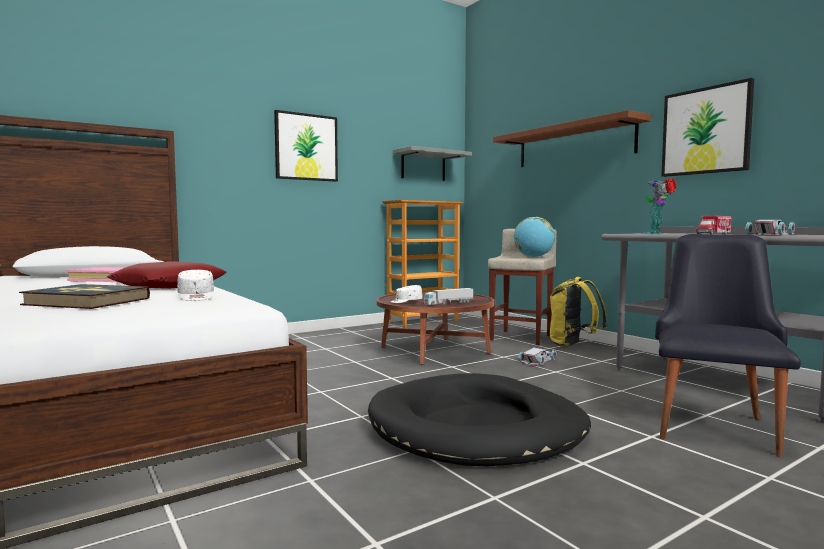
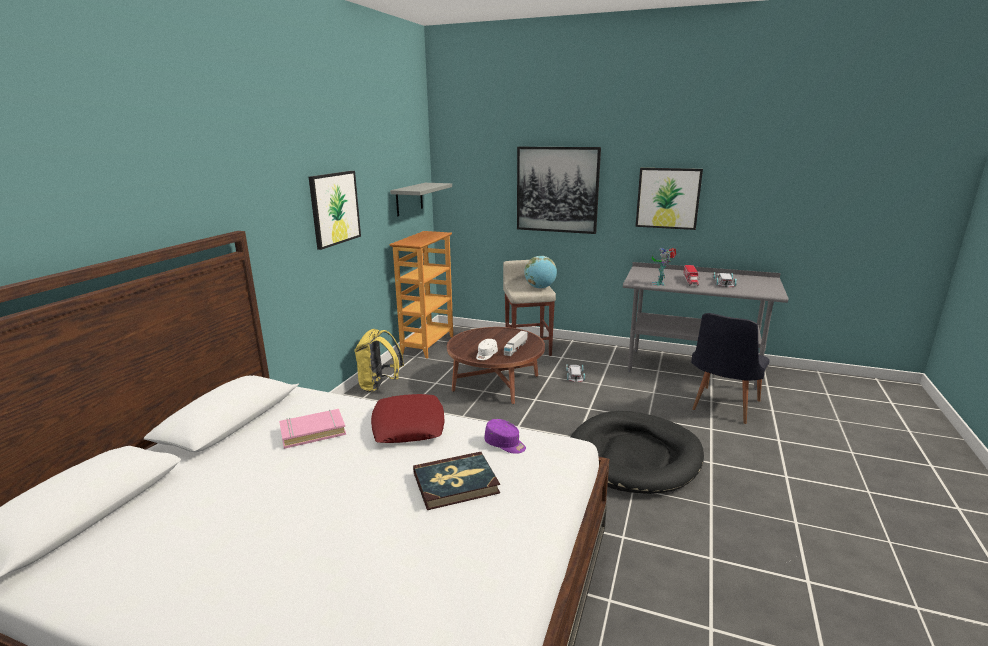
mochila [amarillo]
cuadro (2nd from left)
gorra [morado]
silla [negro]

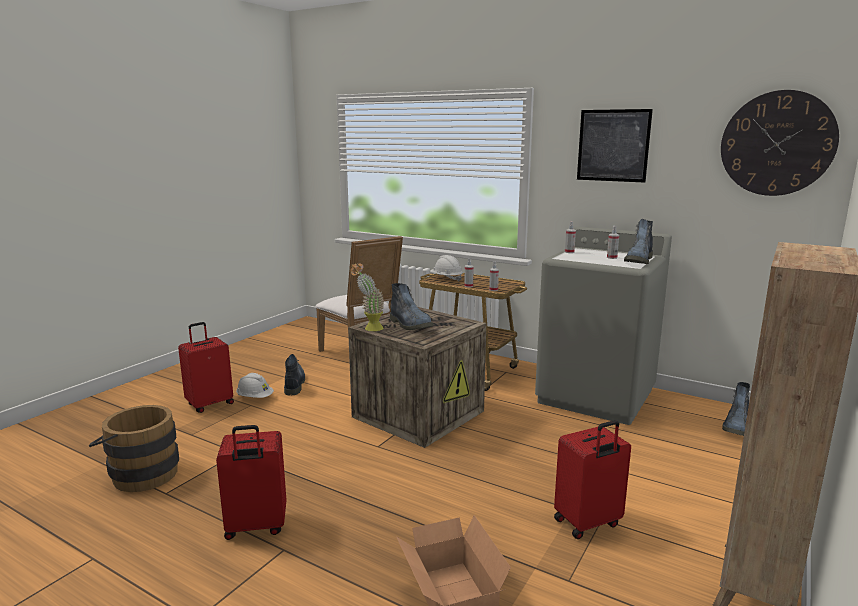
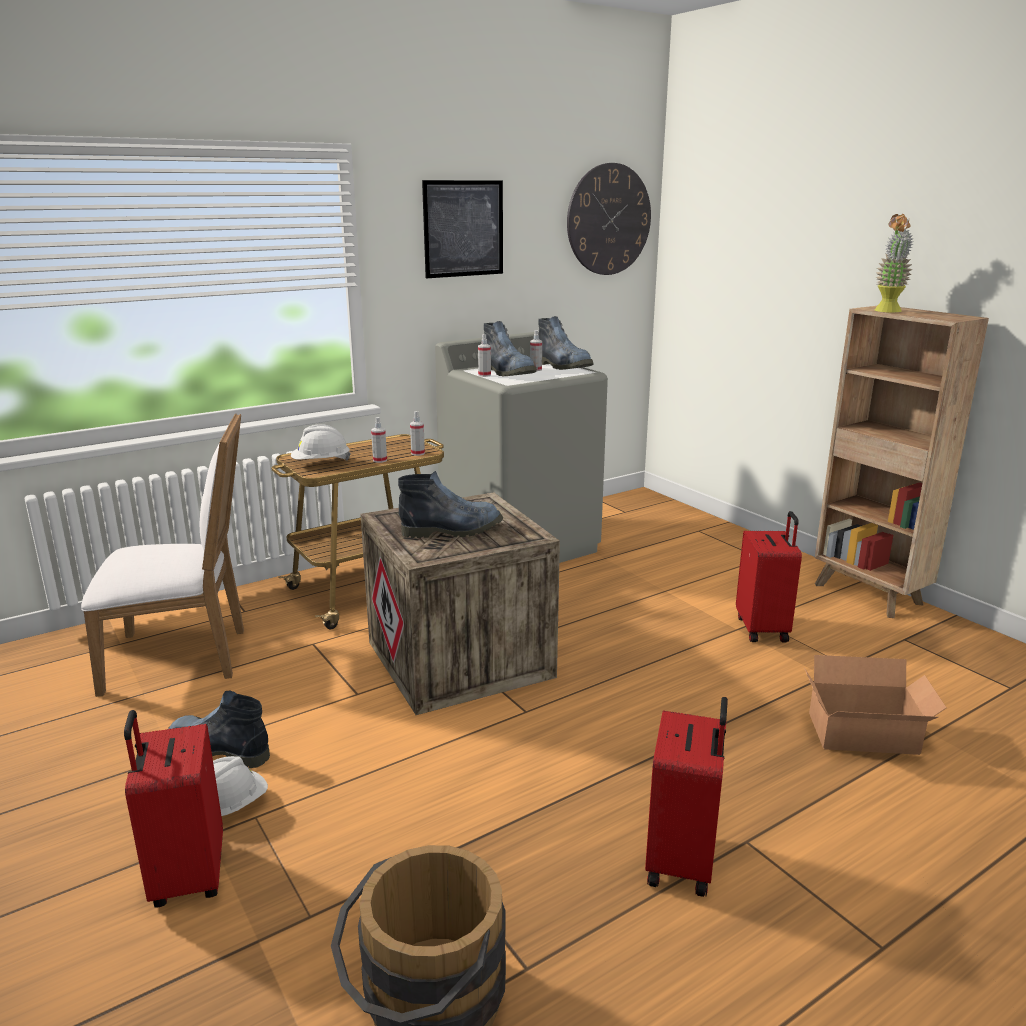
planta en maceta
bota (3rd from left)

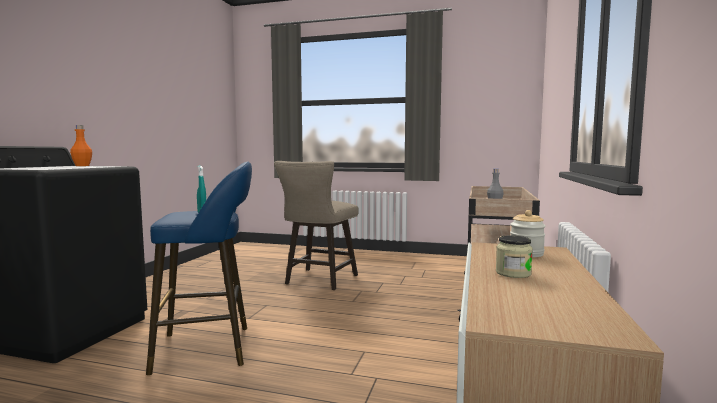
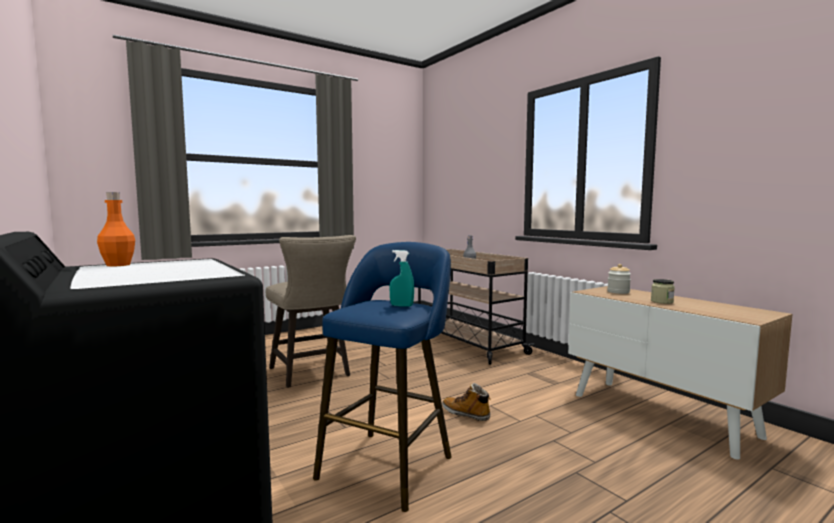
bota

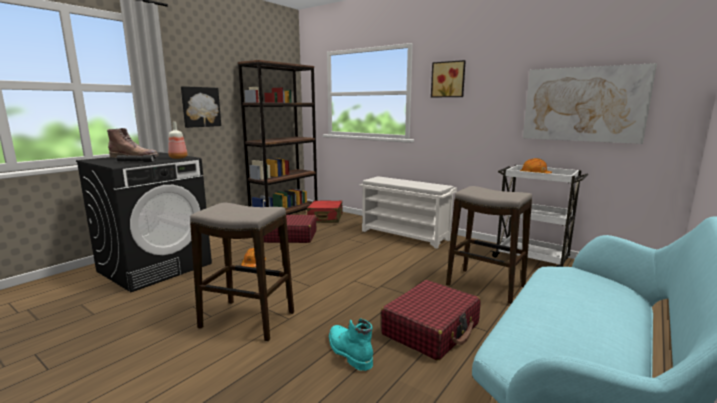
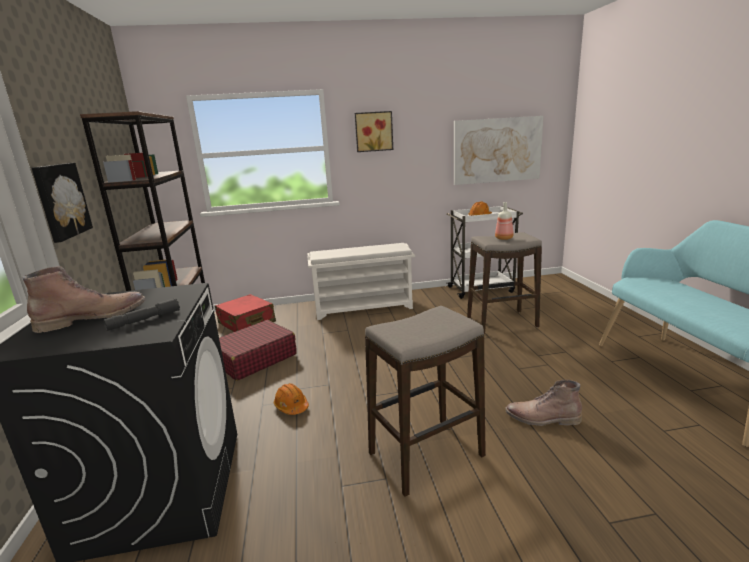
maleta [rojo] (3rd from left in the first image)
botella
bota [marrón] (2nd from left)

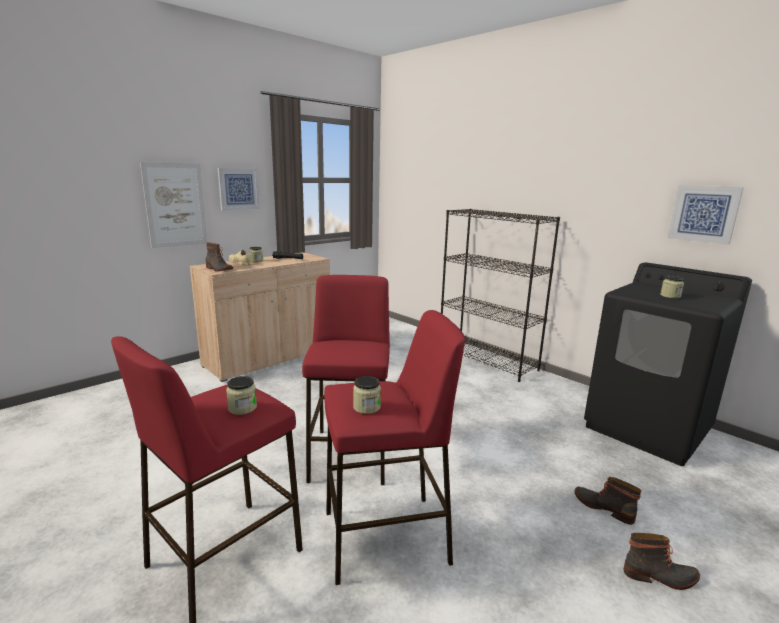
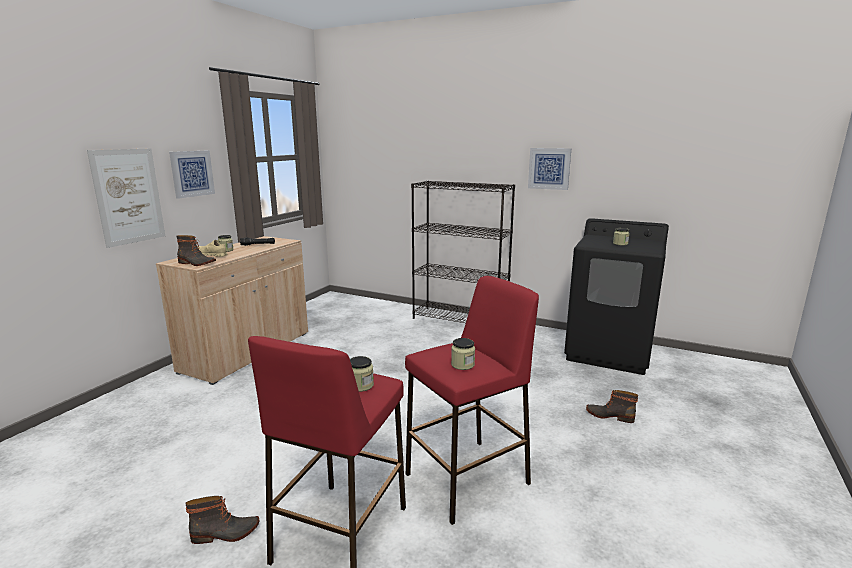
taburete [rojo] (2nd from left in the first image)
bota (2nd from left)
cuadro (3rd from left)

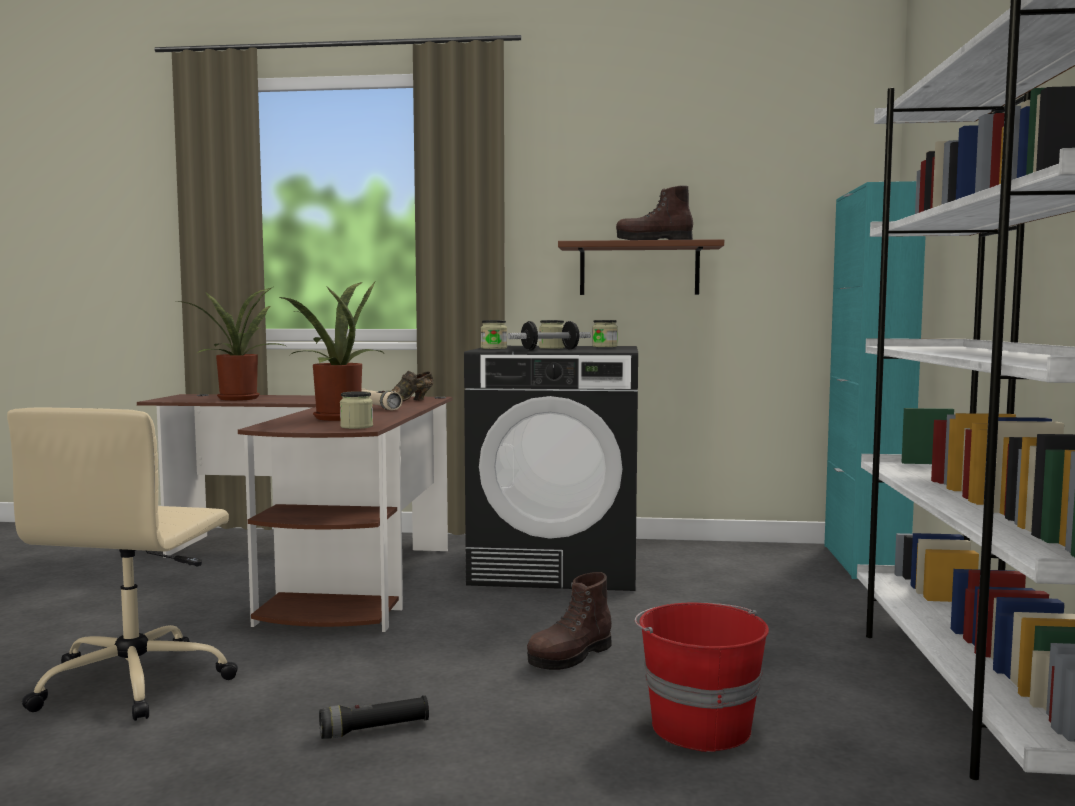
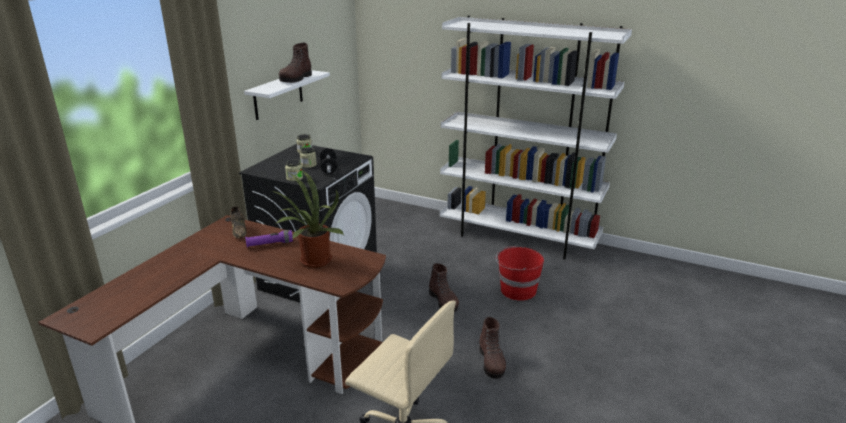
planta en maceta (1st from left in the first image)
tarro (1st from left in the first image)
armario [turquesa]
bota [marrón] (3rd from left)
linterna [morado]
estante [blanco]

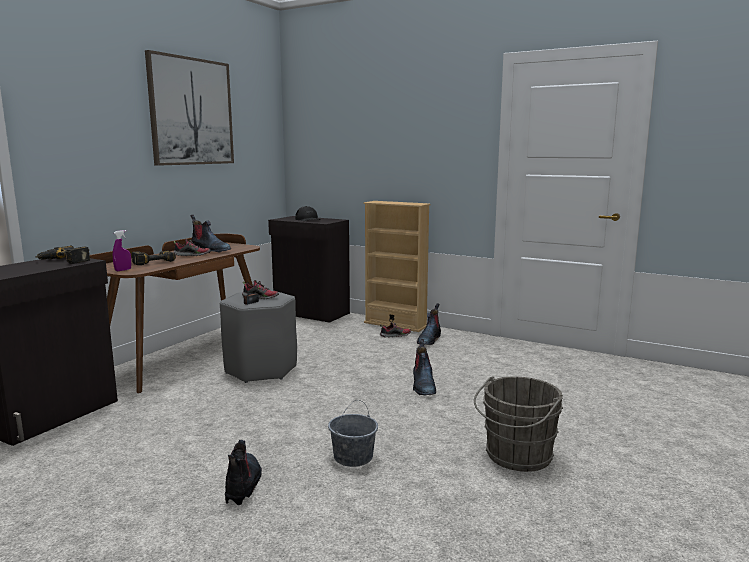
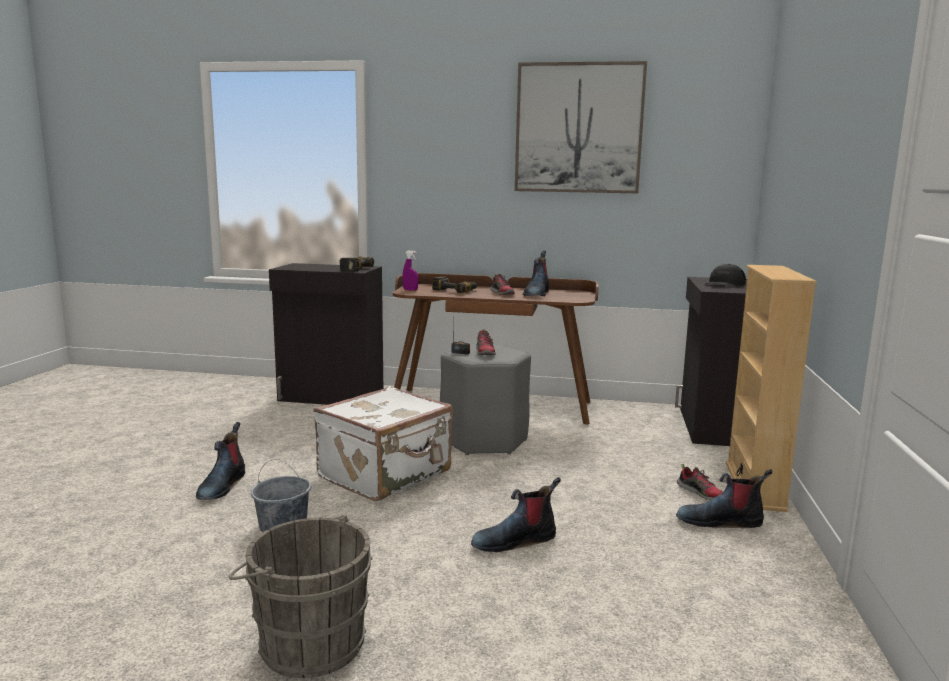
maleta [blanco]
bota (1st from left)

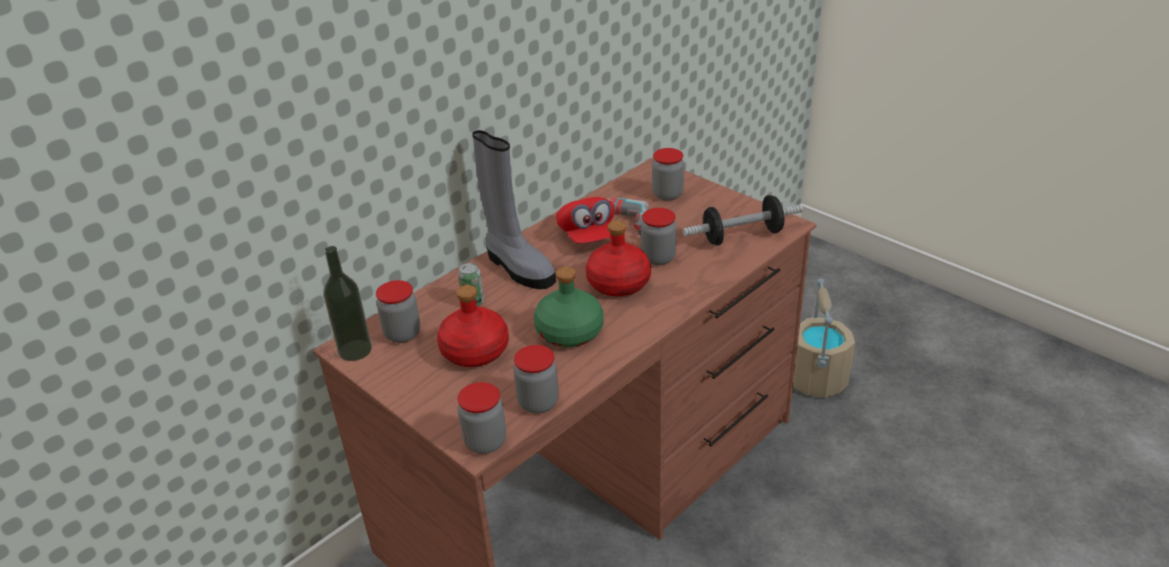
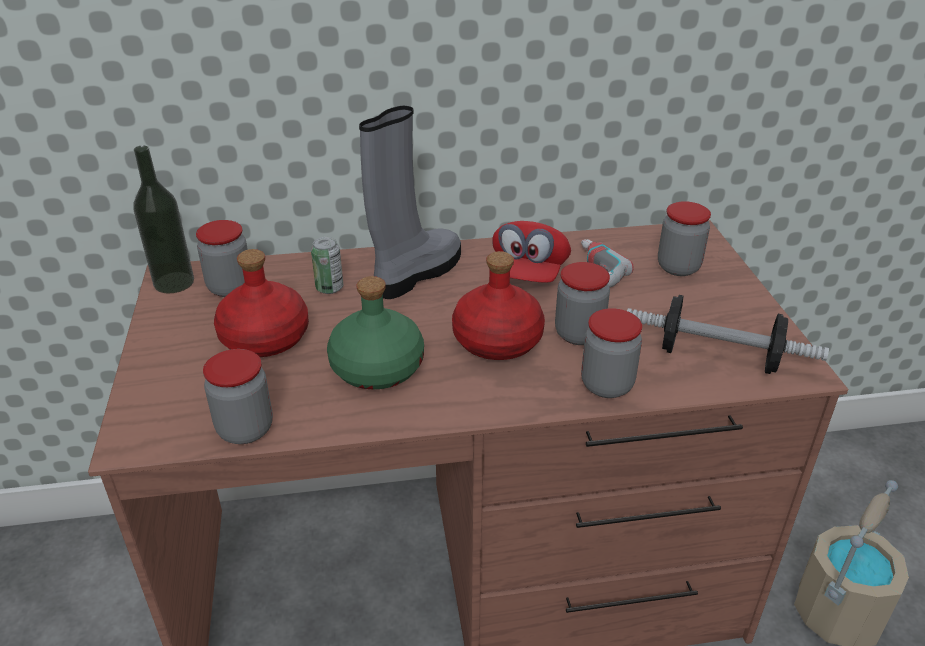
tarro (4th from left)
bota [gris]

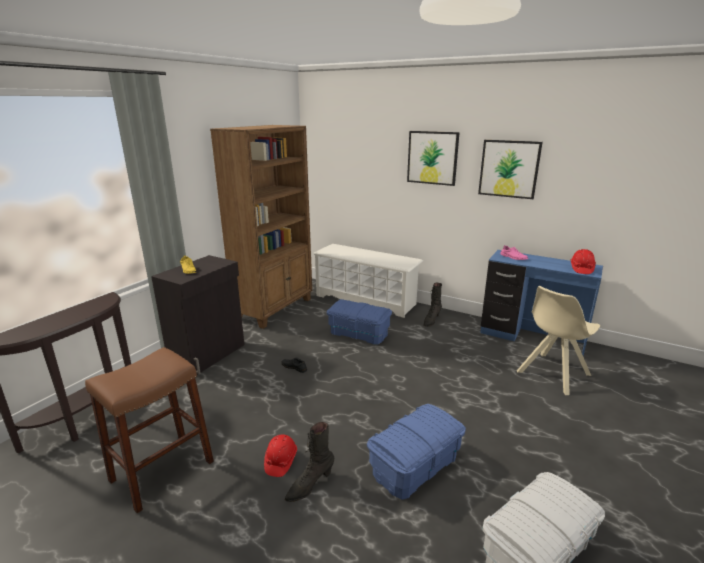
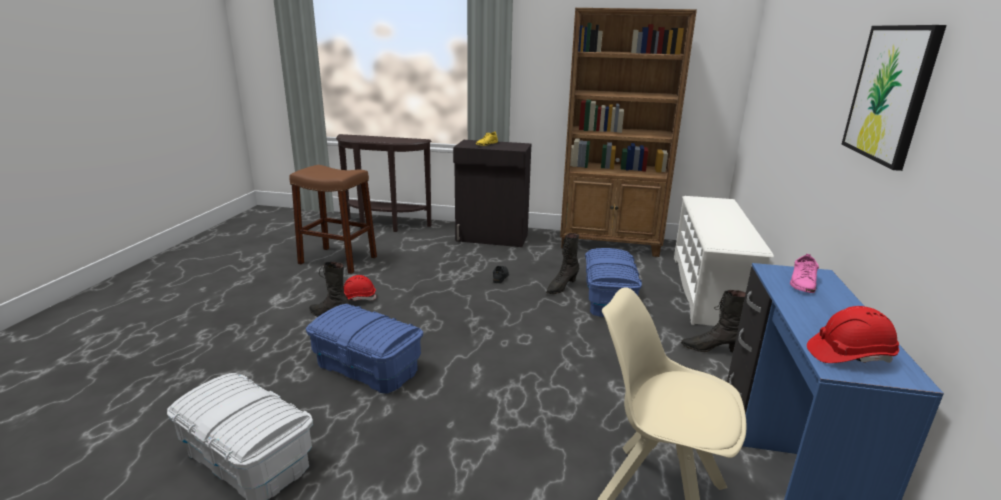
cuadro (1st from left in the first image)
bota [negro] (2nd from left)

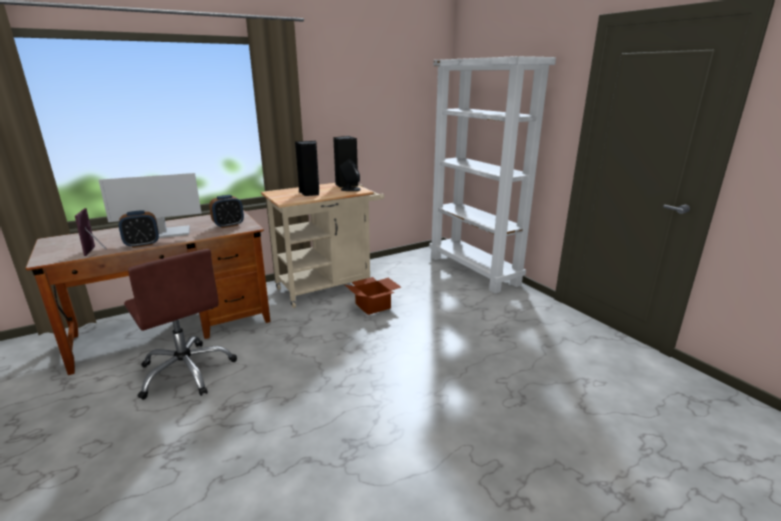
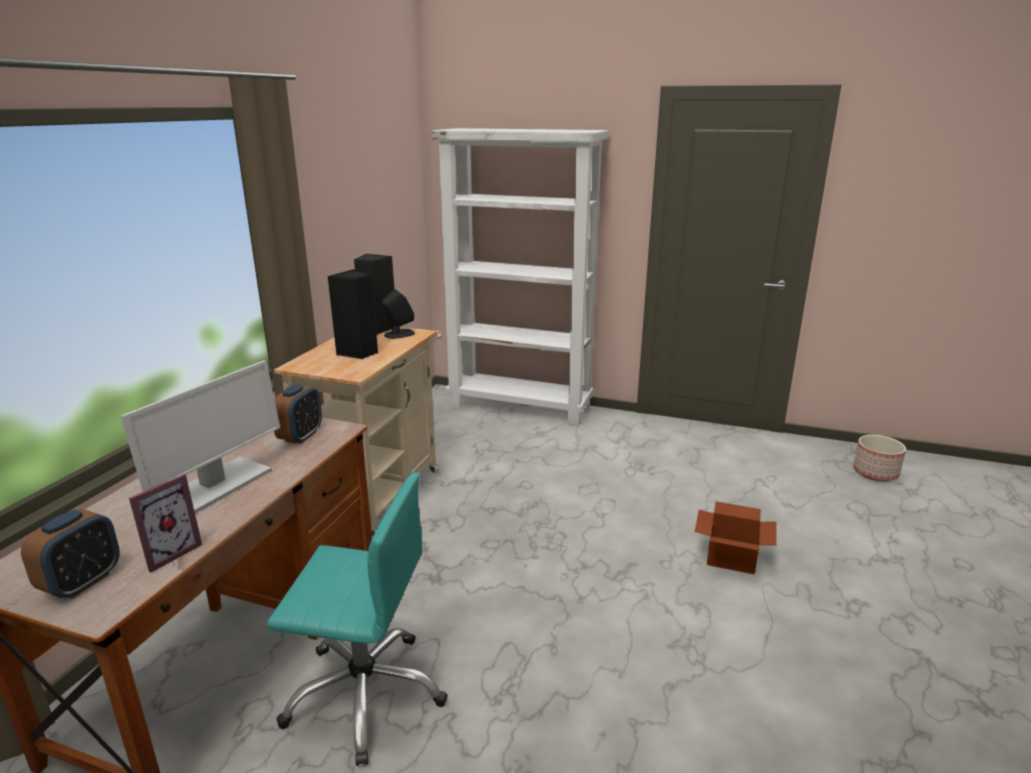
maceta
despertador (1st from left)
caja de cartón
silla de oficina [turquesa]
portarretratos

